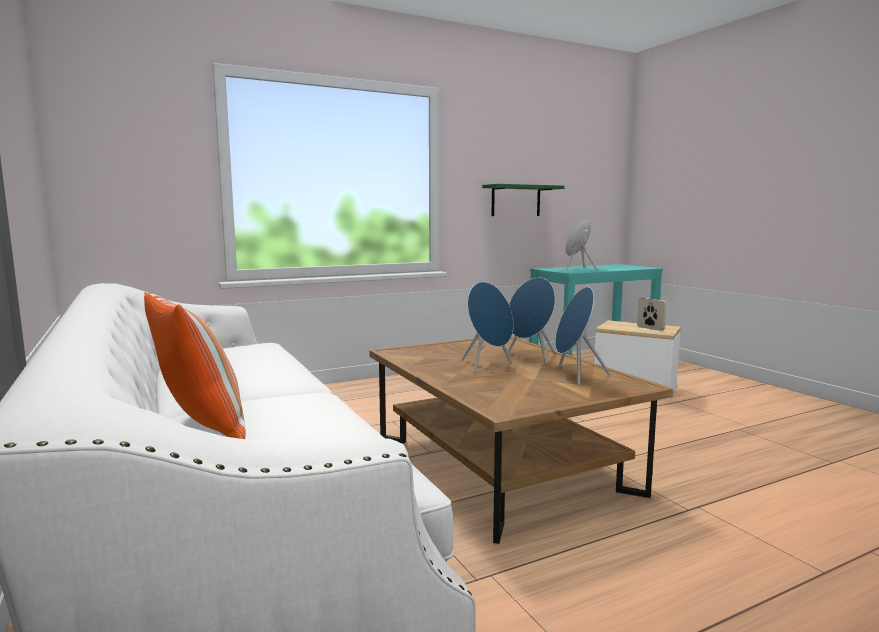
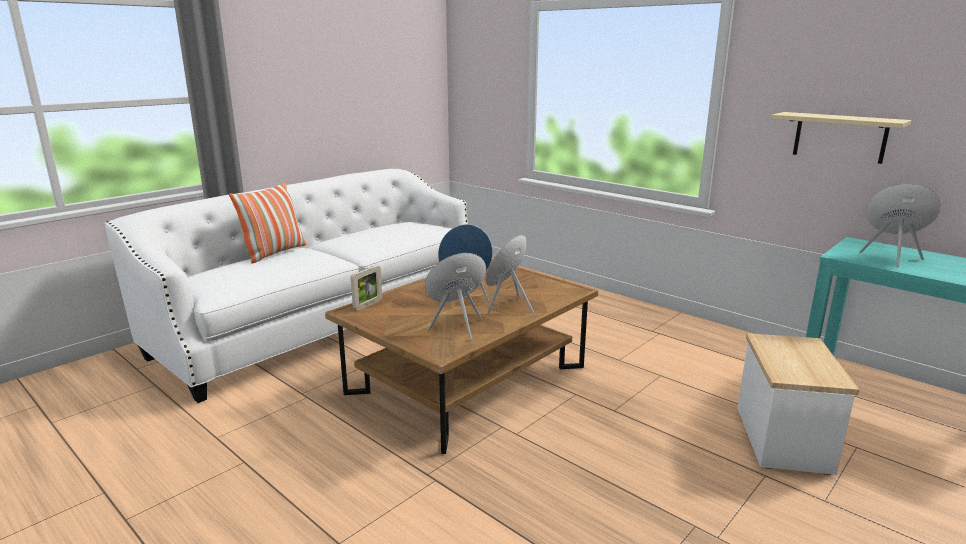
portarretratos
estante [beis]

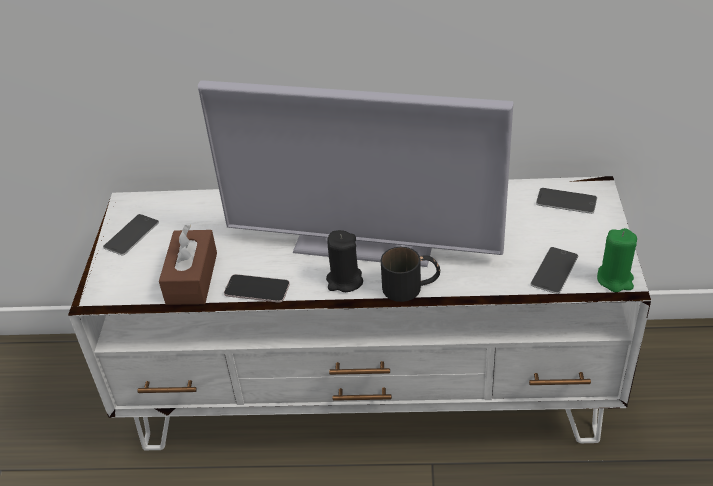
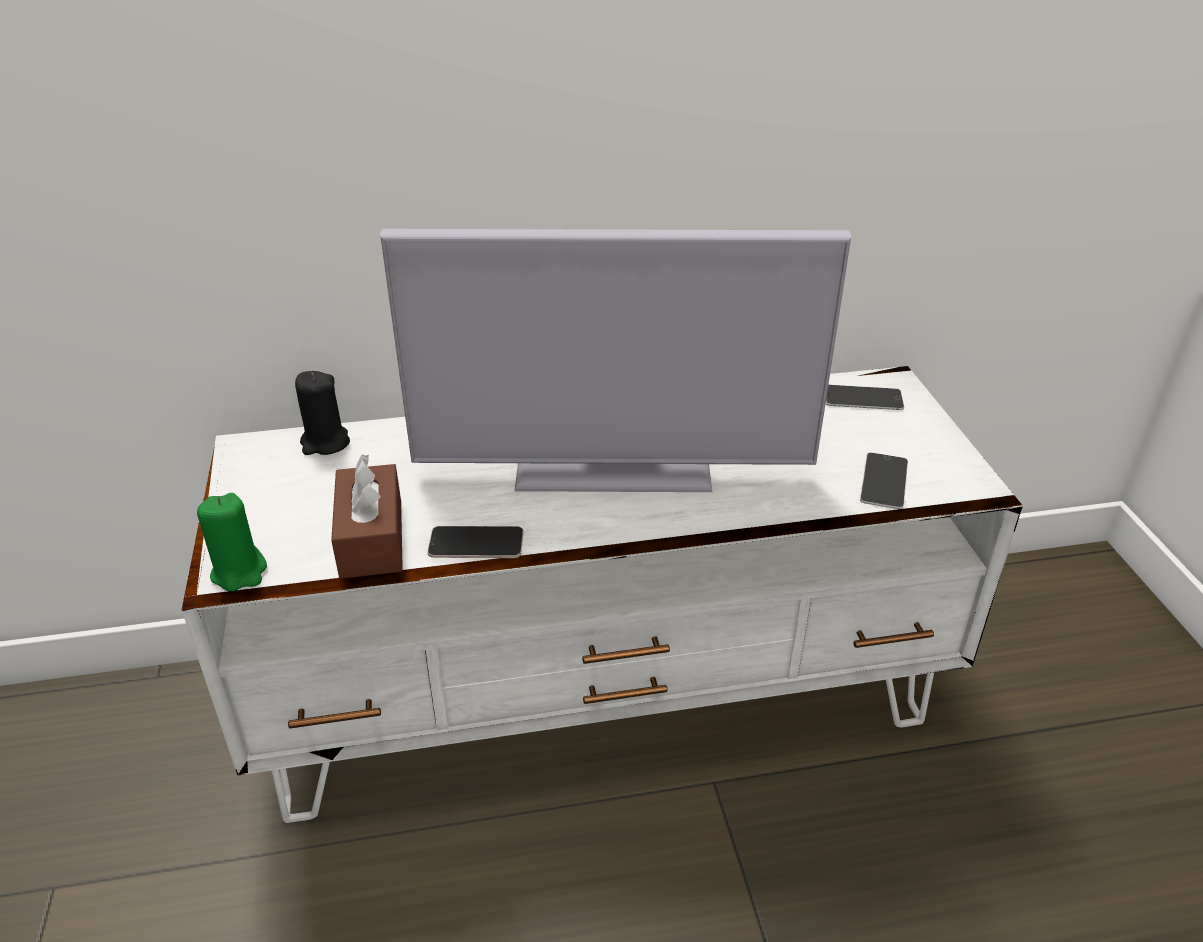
móvil (1st from left in the first image)
taza grande [negro]
vela [negro]
vela [verde]

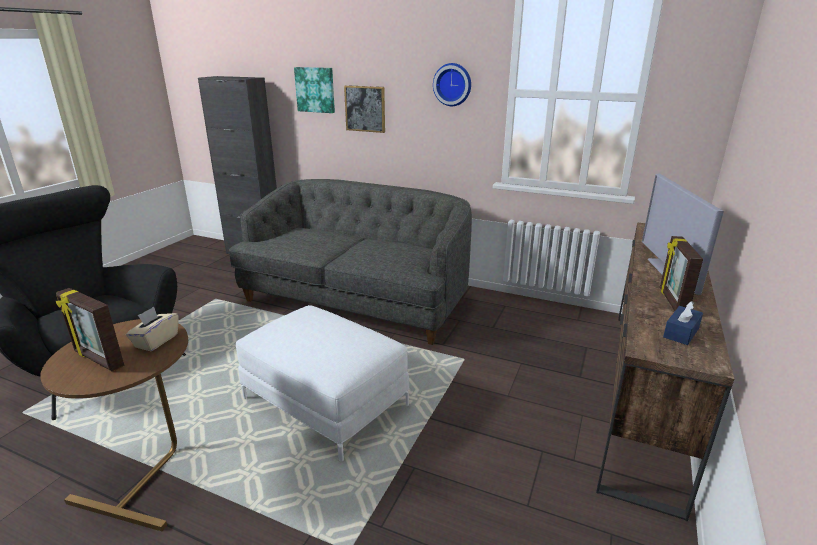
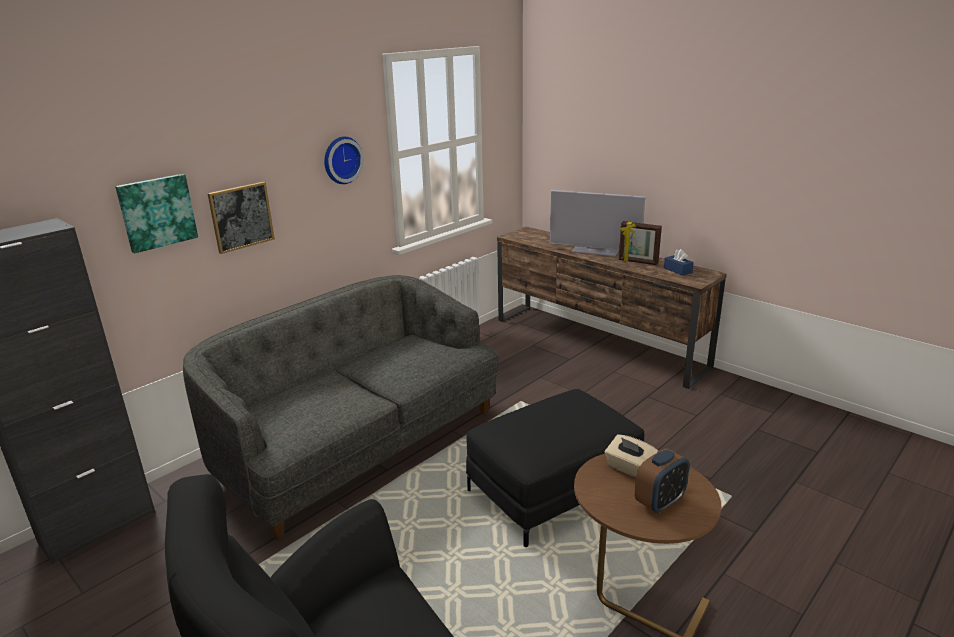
despertador
puf [negro]

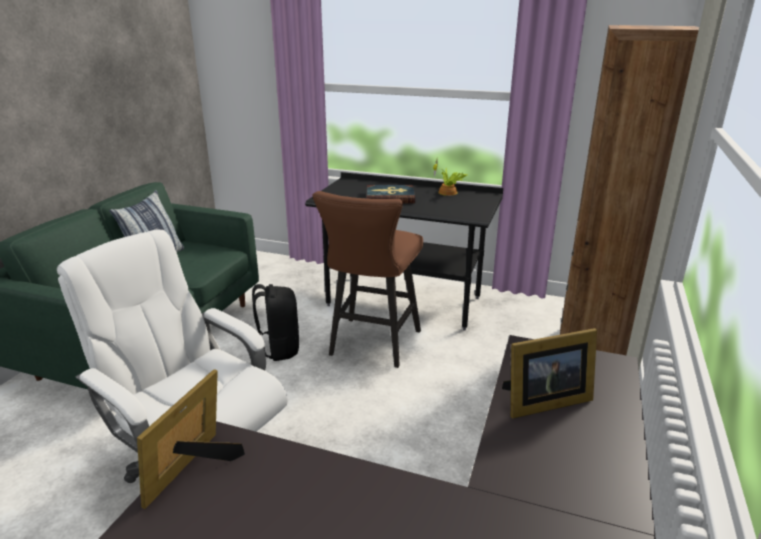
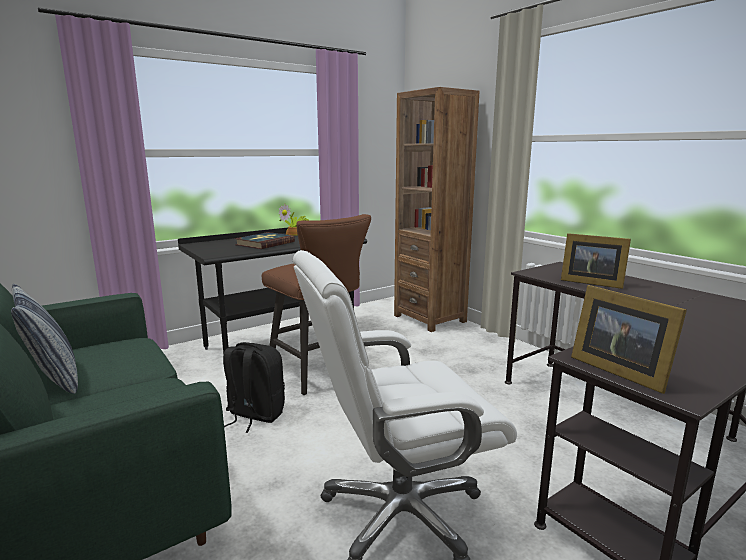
portarretratos (1st from left)

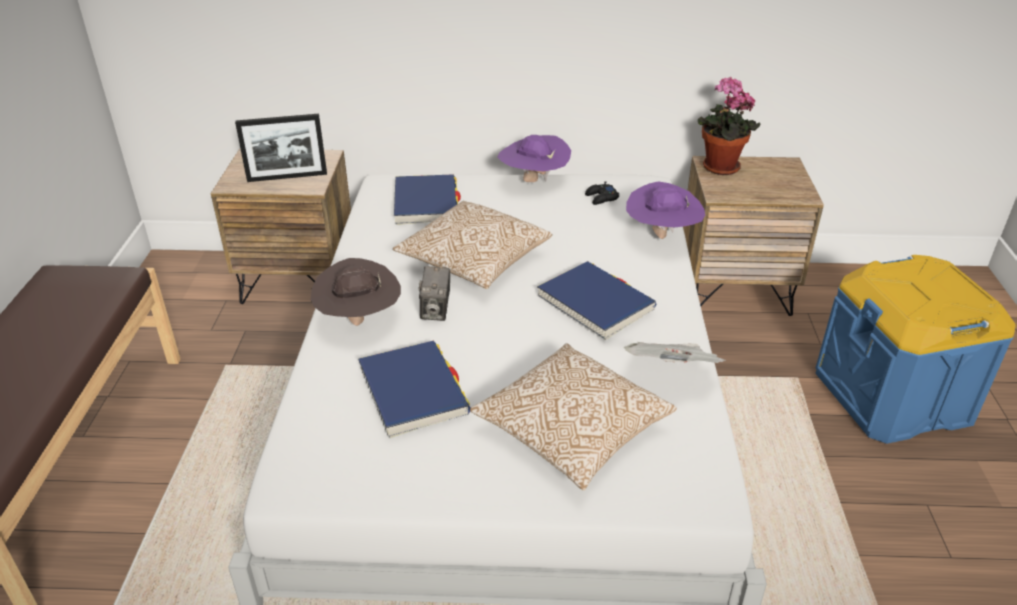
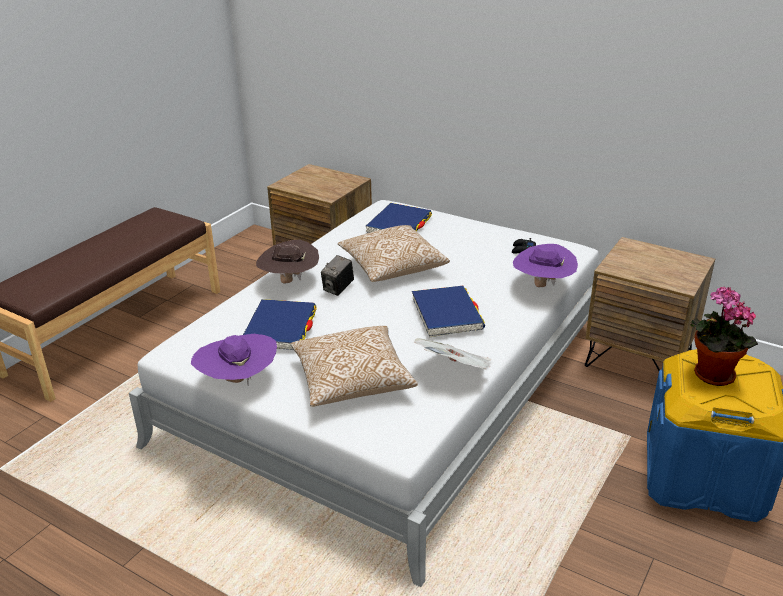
portarretratos
sombrero [morado] (1st from left)
planta en maceta

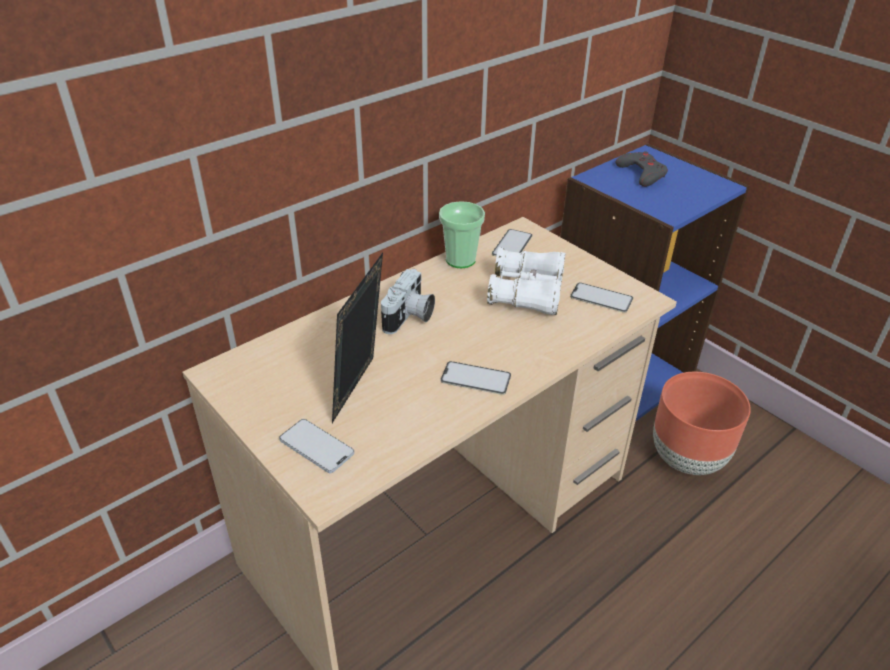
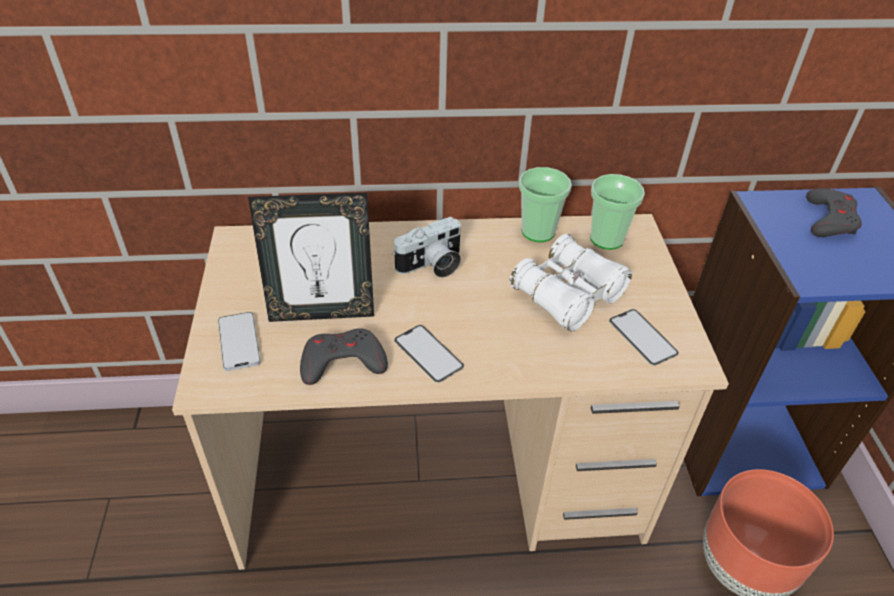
mando de consola [gris] (1st from left)
taza (2nd from left)
portarretratos

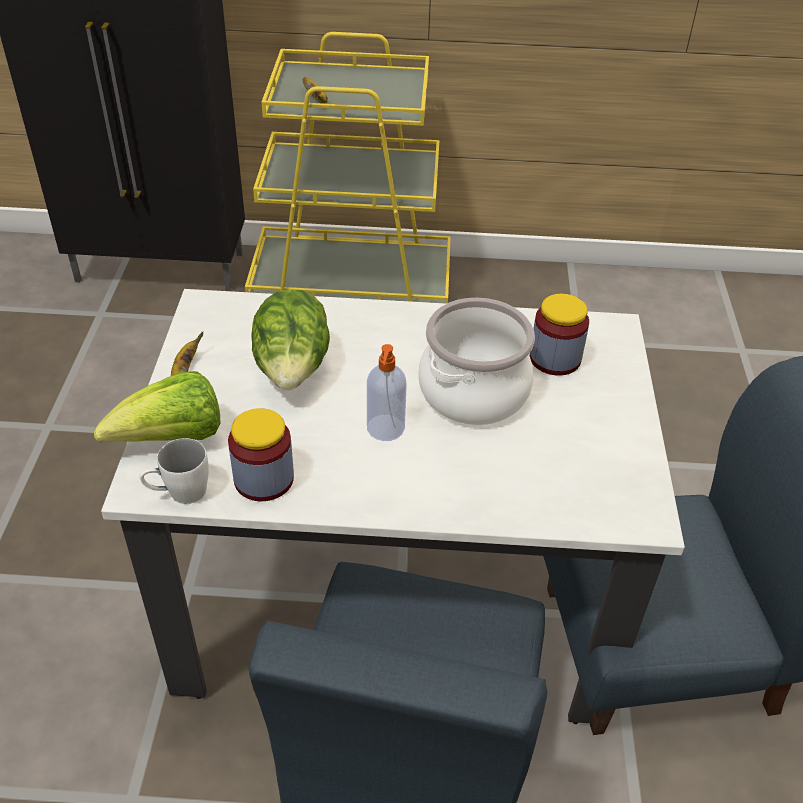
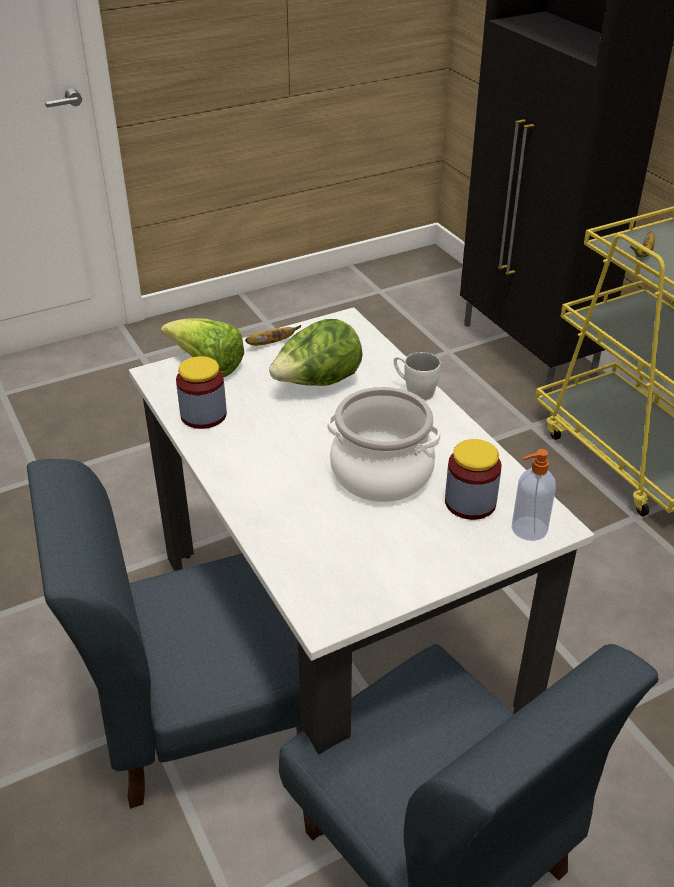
taza grande [blanco]
dispensador de jabón

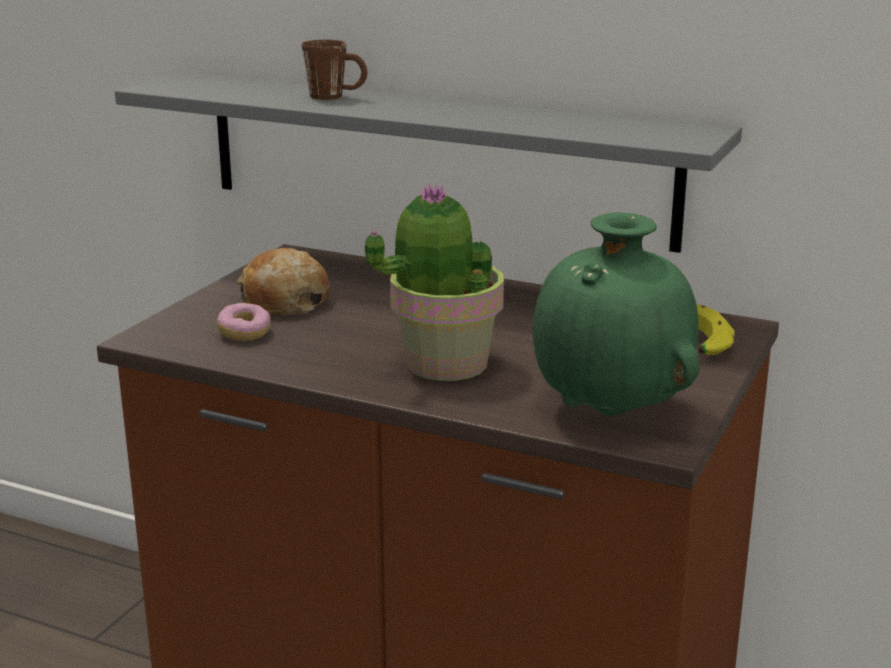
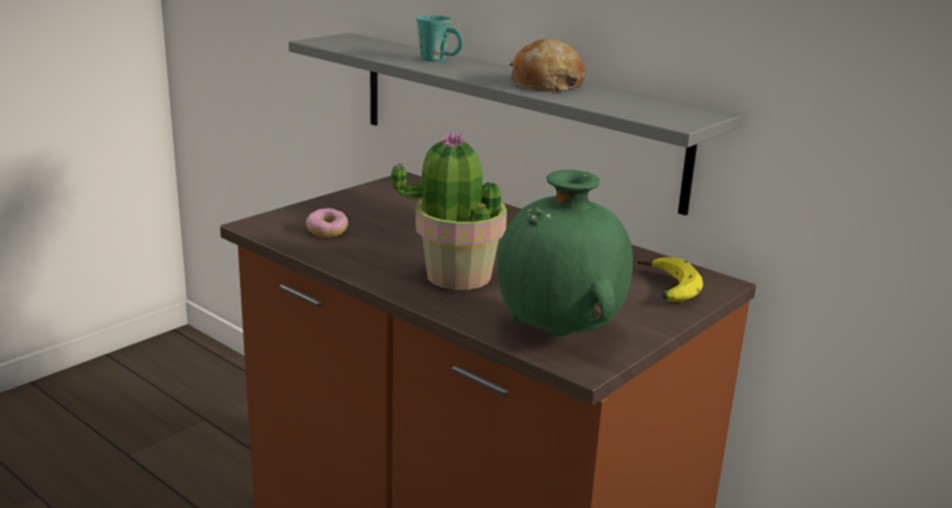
pan
taza grande [turquesa]

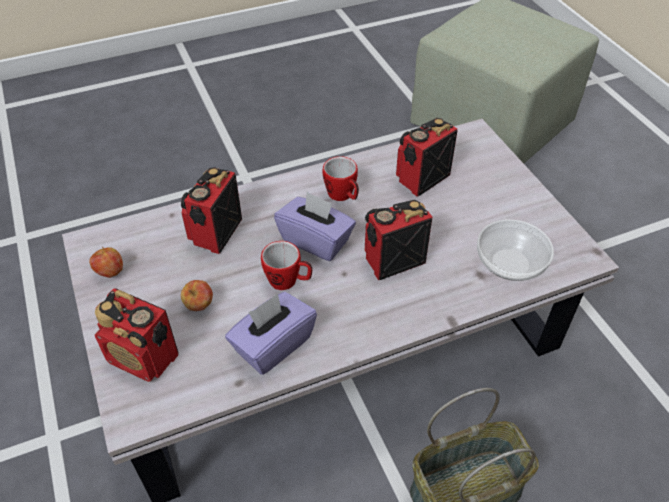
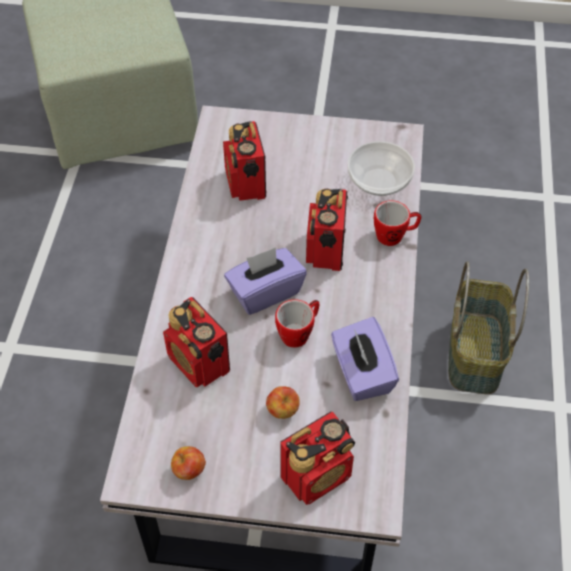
taza grande (2nd from left)

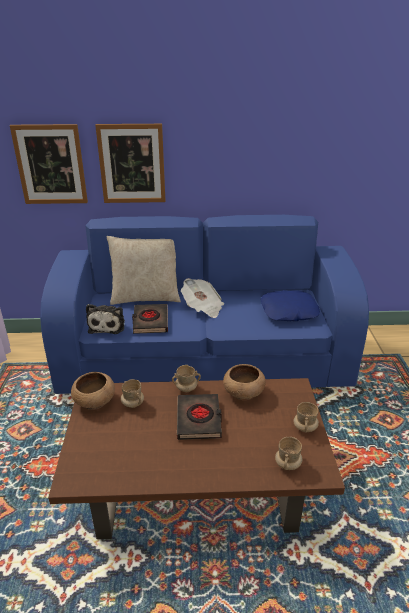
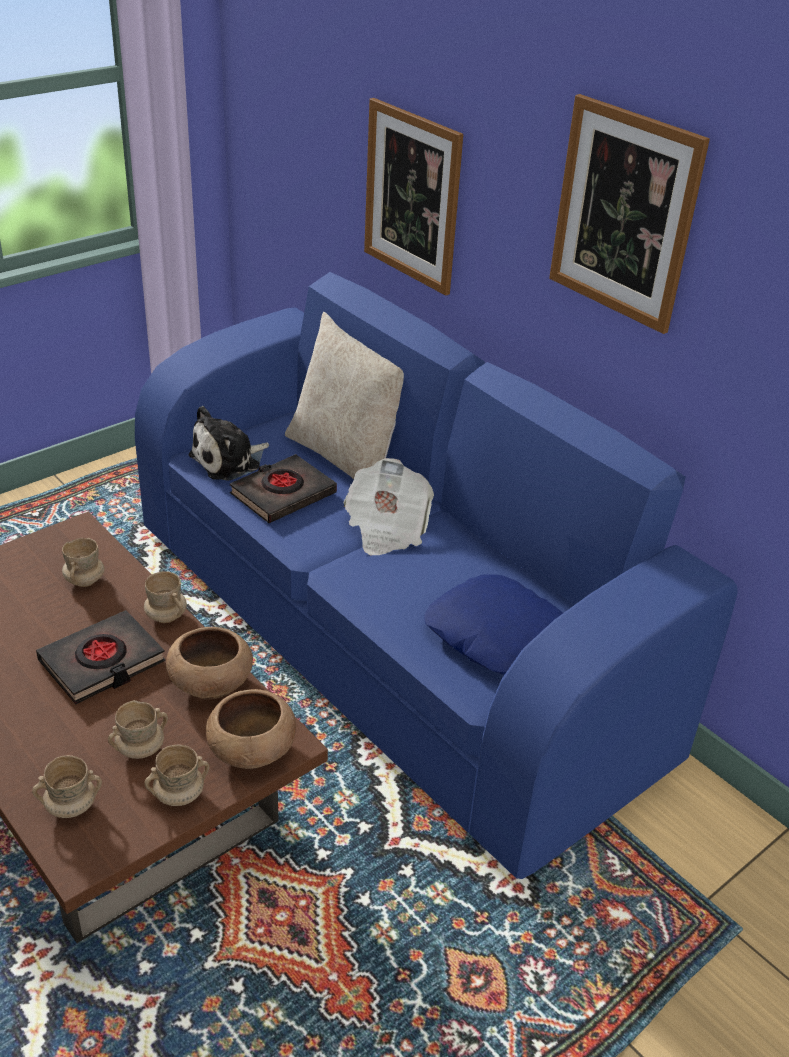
taza grande [beis] (3rd from left)
cuadro (2nd from left)
cuenco [marrón] (2nd from left)

